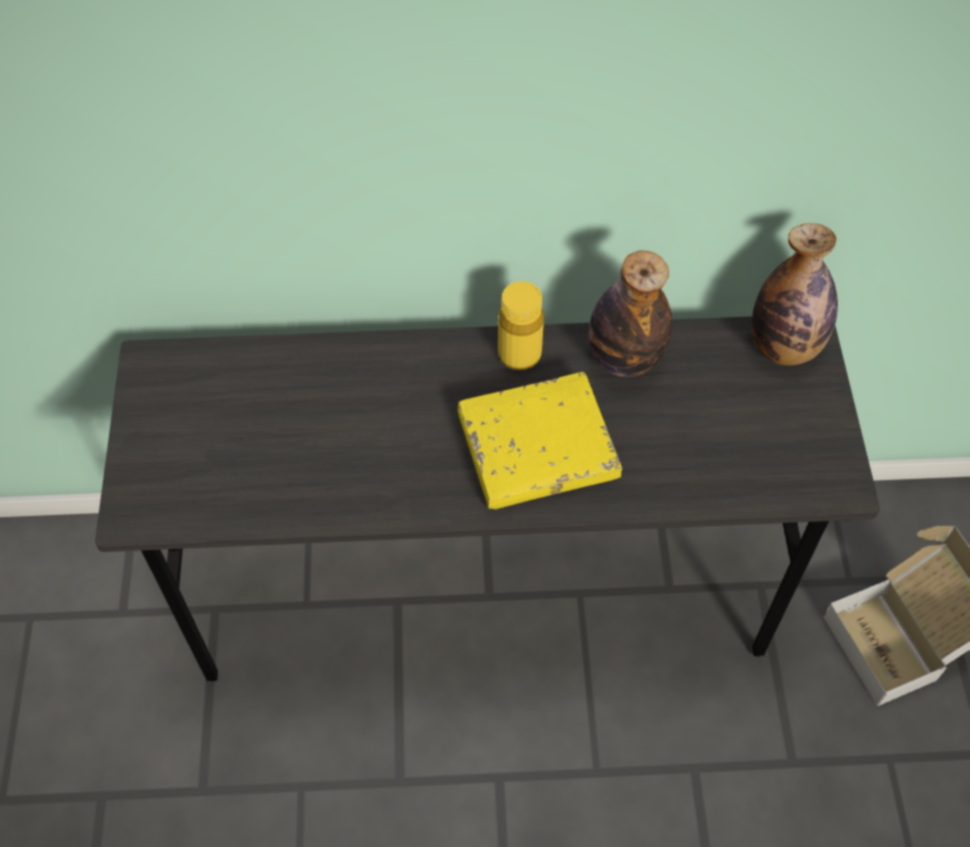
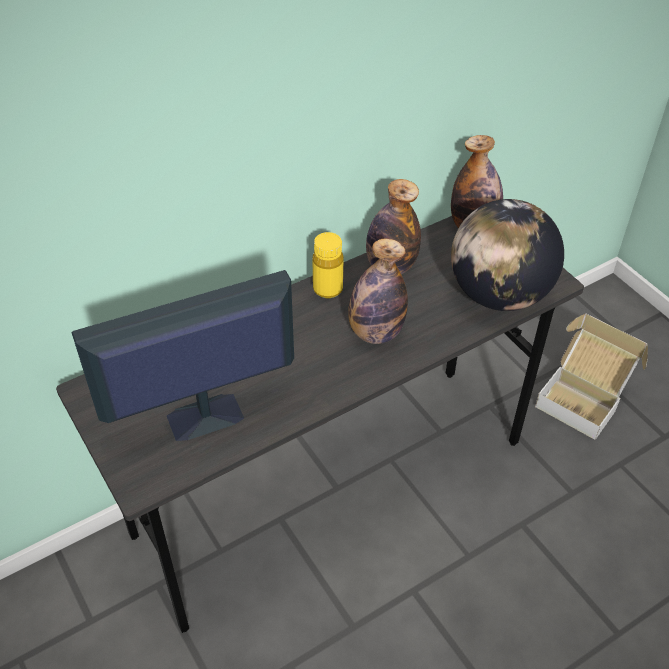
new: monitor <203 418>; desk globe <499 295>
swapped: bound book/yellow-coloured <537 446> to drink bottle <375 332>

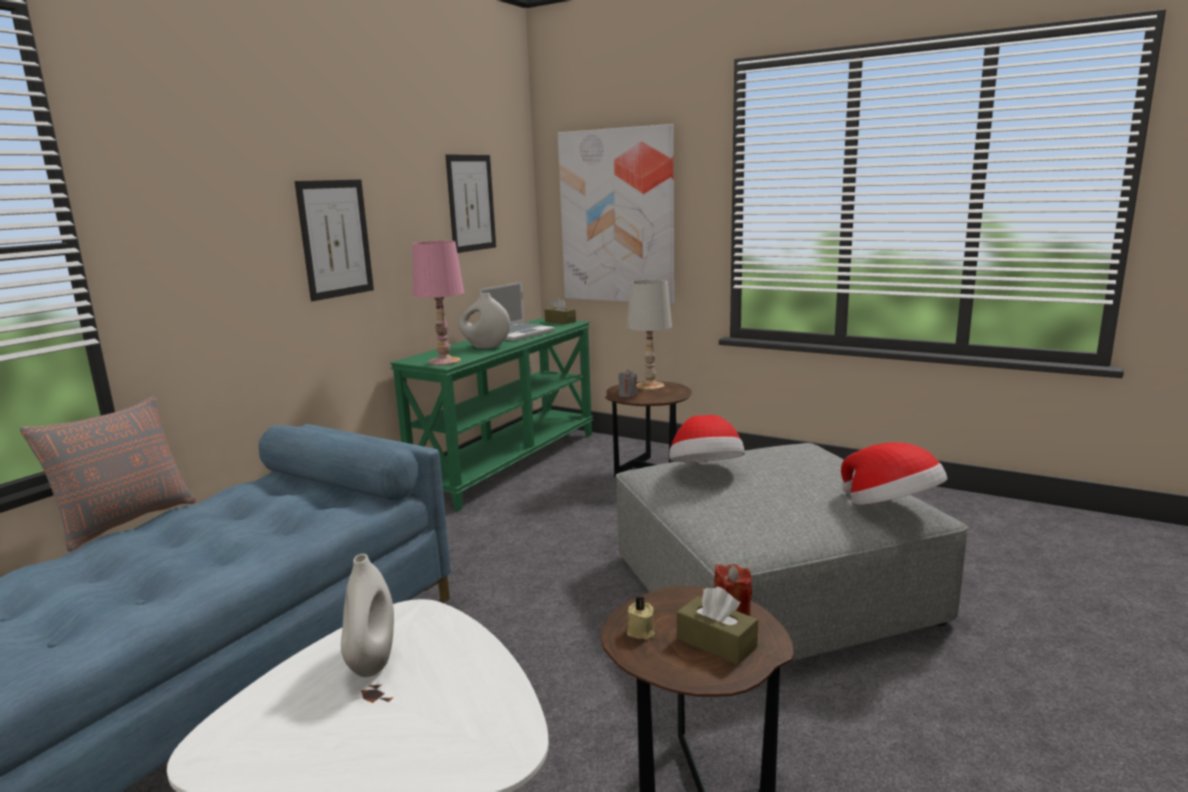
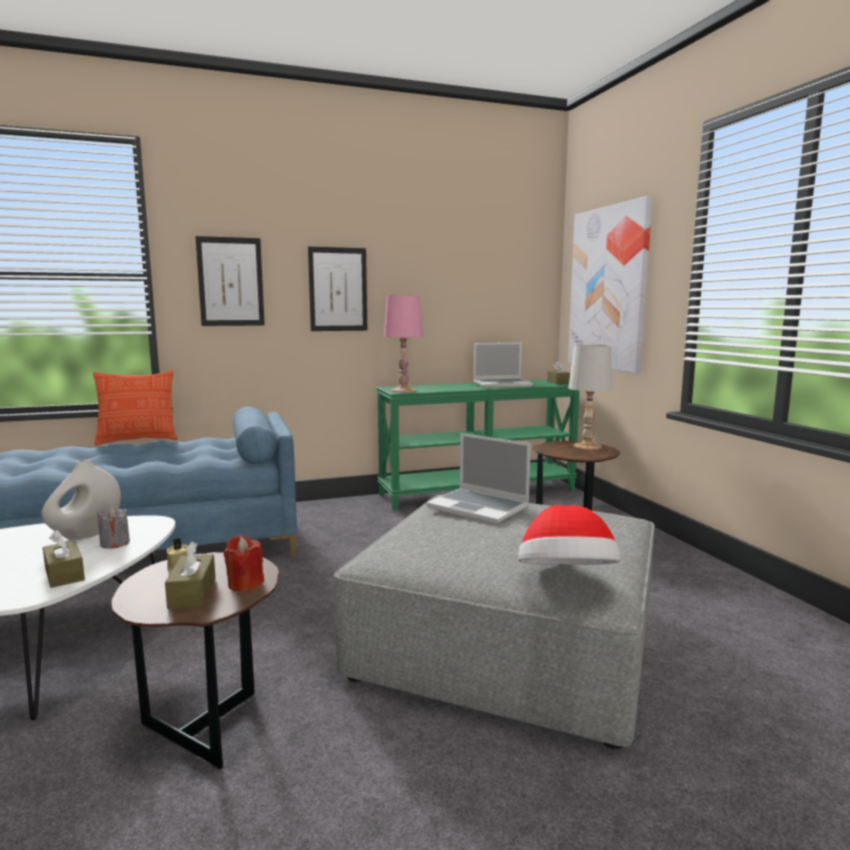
gone: decorative vase/whitish <485 347>
new: box of tissues/brown <64 574>
shifted: wax candle/grey <627 395> to <115 543>; wall picture <471 203> to <231 282>
swapped: hat <705 472> to laptop <479 507>
repainted: cushion/grey <127 522> to cushion/orange-coloured <138 441>

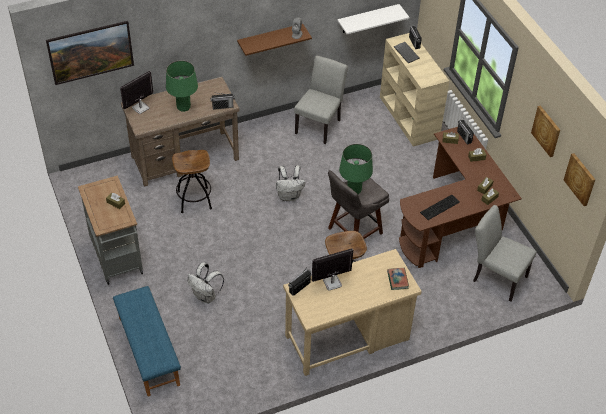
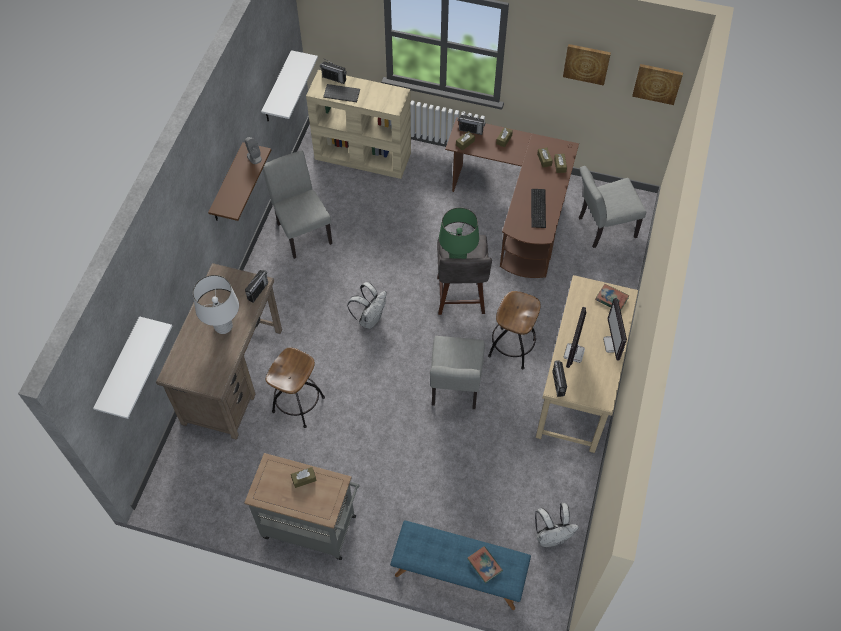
new: upright chair/grey <455 389>; bound book <484 565>
shifted: backpack/whitish <206 296> to <551 536>; monitor <140 108> to <613 344>
swapped: wall picture <92 63> to shelf/whitish <120 368>
repainted: table lamp/greenish <183 107> to table lamp/whitish <223 327>

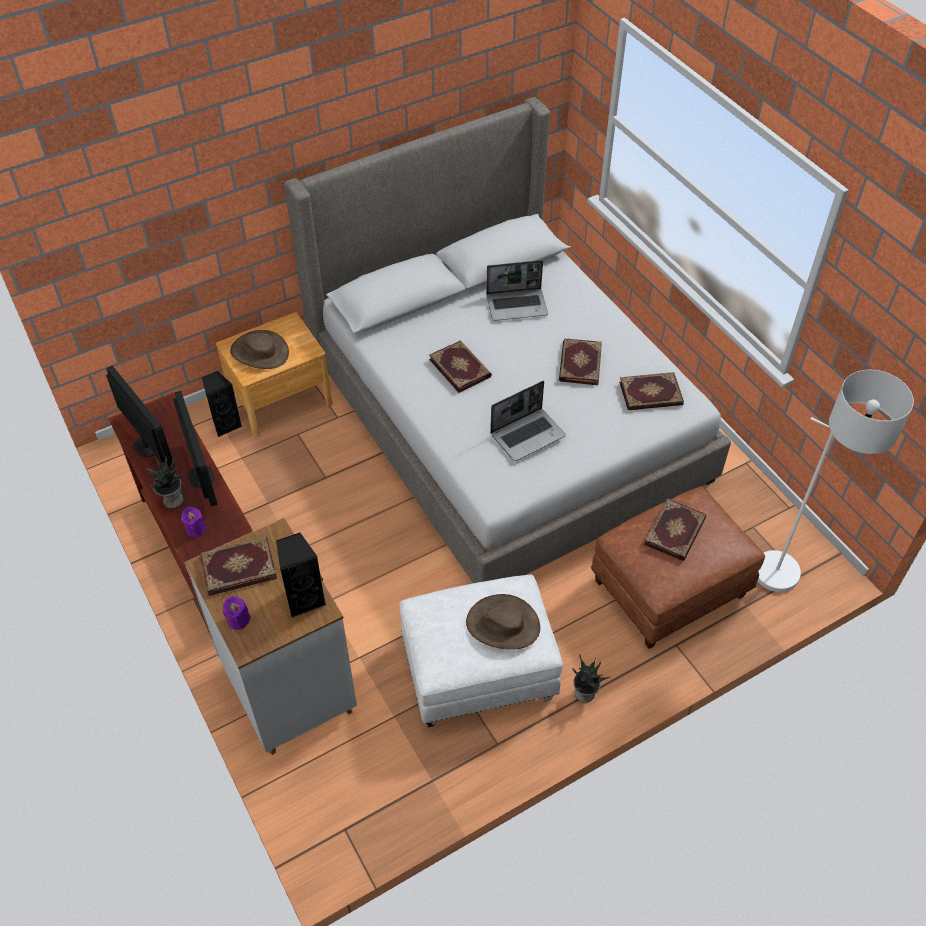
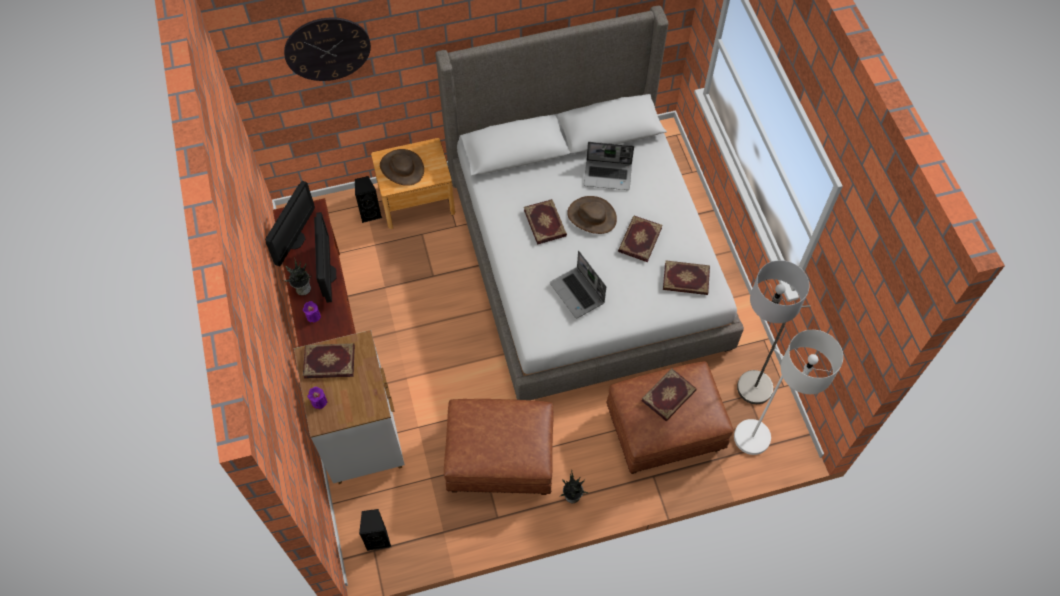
new: clock on the wall <327 49>; standard lamp/grey <743 388>
shifted: loudspeaker/black-coloured <304 598> to <378 538>; hat/brown <503 624> to <592 216>
repainted: ottoman/whitish <477 672> to ottoman/brown <499 460>
rotated: monitor <147 446> = <295 240> 45 degrees clockwise; laptop <528 434> = <578 293> 75 degrees clockwise

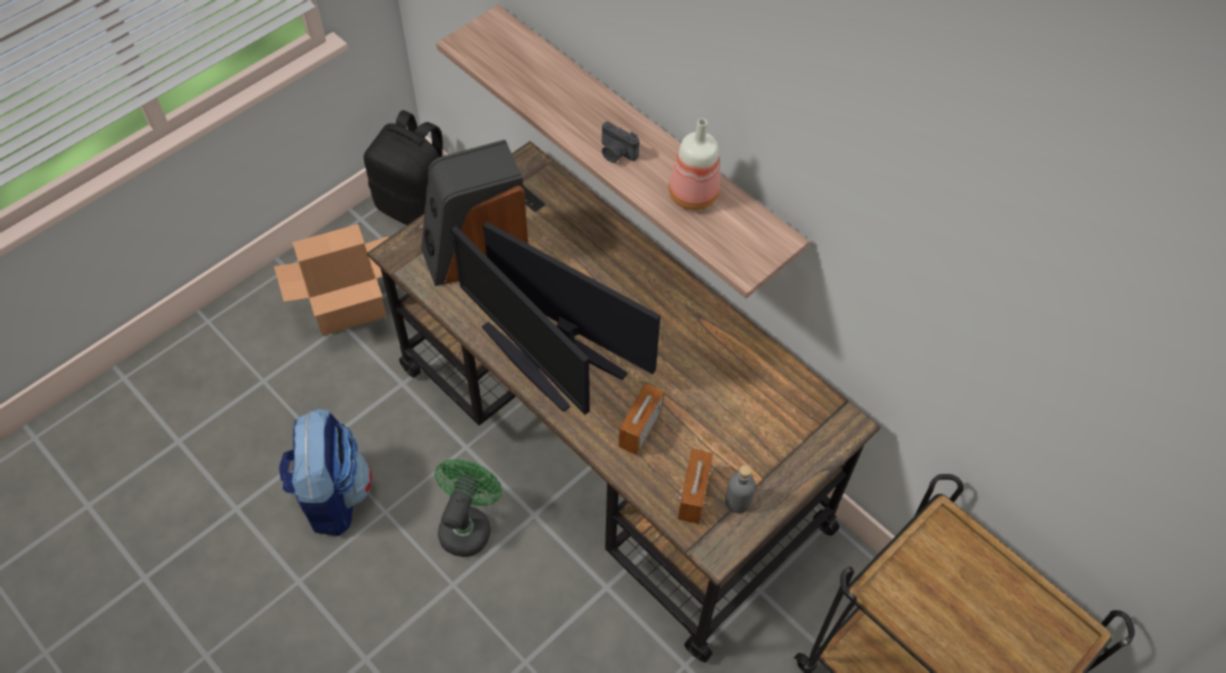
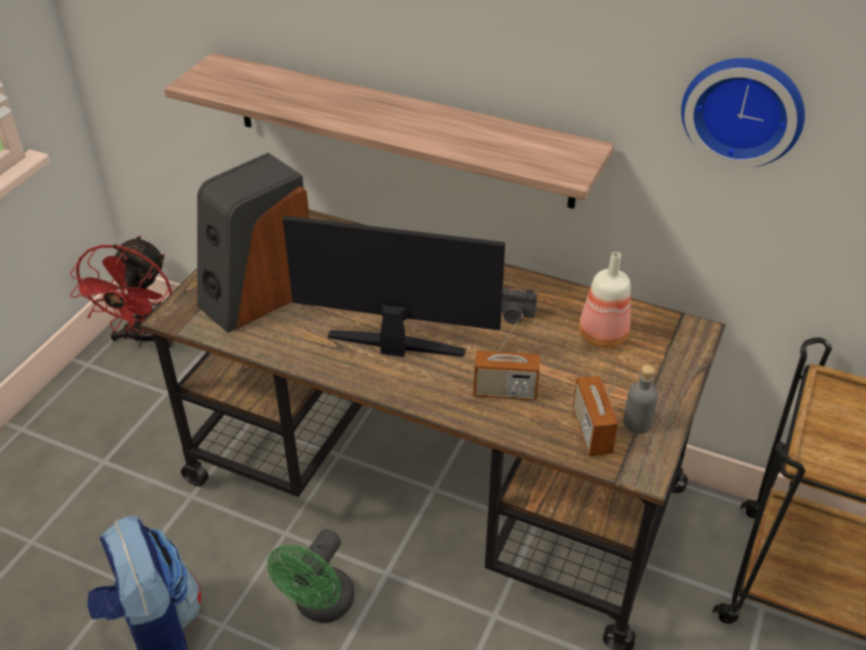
gone: cardboard box <349 307>; monitor <528 363>
new: clock on the wall <743 109>
shifted: still camera <616 153> to <514 315>; drink bottle <691 195> to <602 336>
swapped: backpack/black-coloured <417 207> to electric fan/red-coloured <144 339>
rotated: electric fan/greenish <468 524> = <320 606> 150 degrees counterclockwise; radio <640 429> = <505 391> 90 degrees counterclockwise

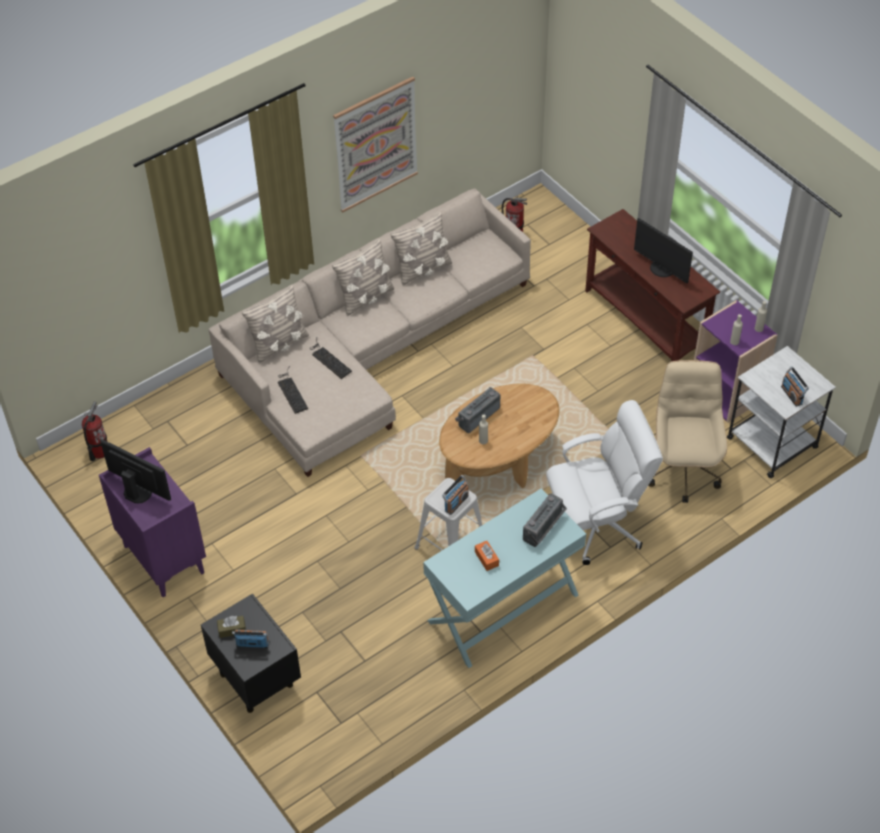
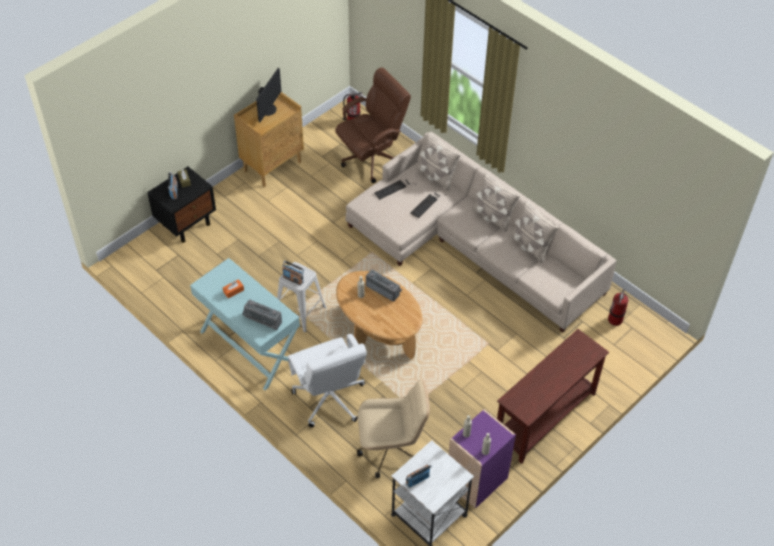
gone: wall picture <376 144>; monitor <661 269>
new: office chair/brown <372 159>
repainted: cabinet/purple <163 558> to cabinet/brown <273 166>

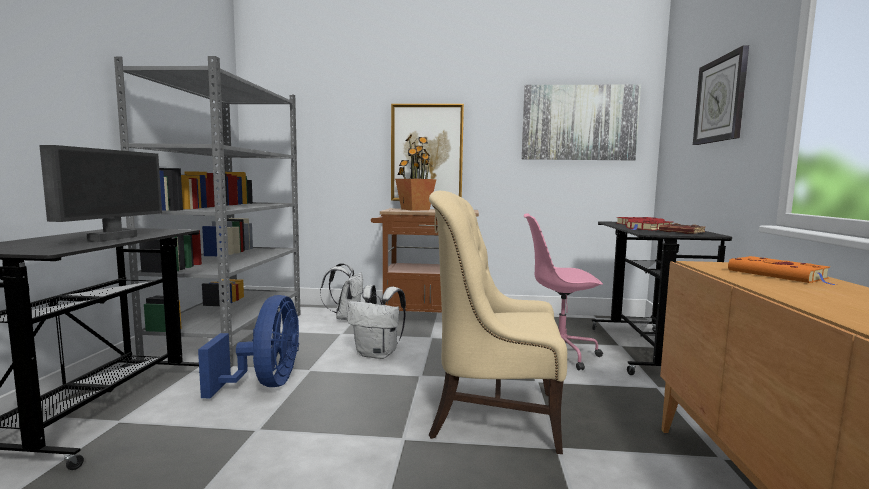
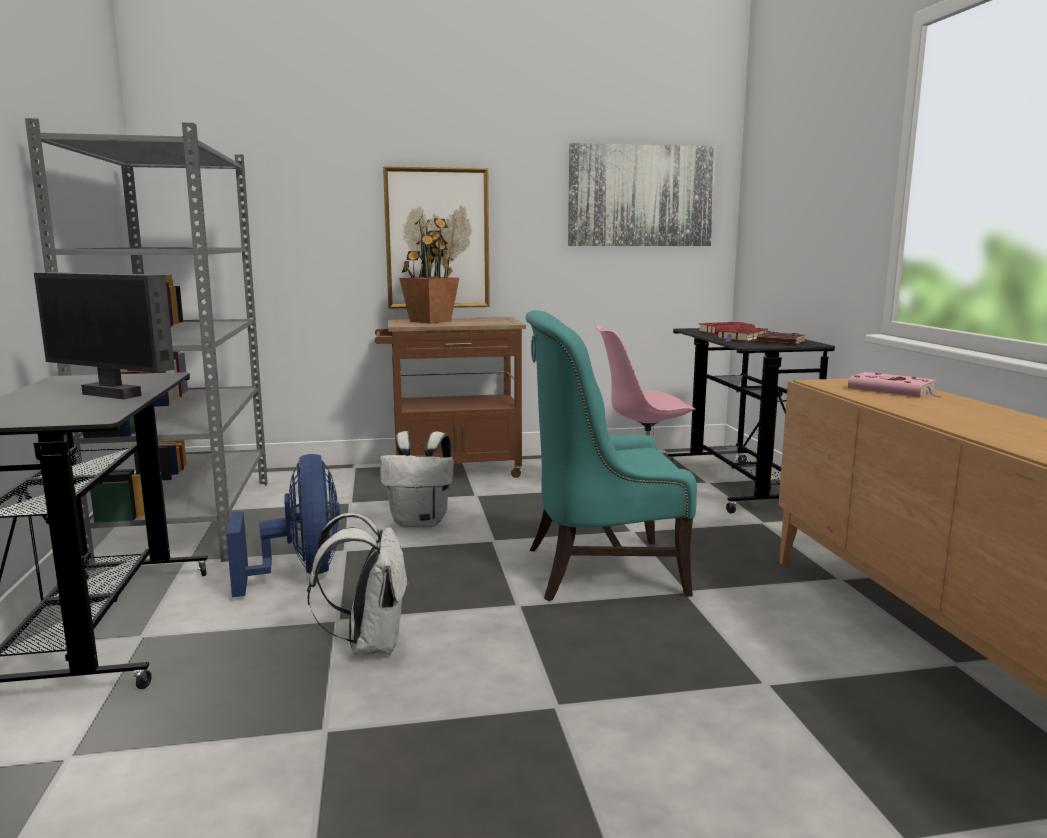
gone: clock on the wall <720 100>
shifted: backpack/whitish <346 318> to <369 644>
repainted: upright chair/beige <492 414> to upright chair/blue-green <601 570>; bound book/orange-coloured <779 275> to bound book/pink-coloured <893 390>
rotated: monitor <111 238> = <114 394> 120 degrees clockwise

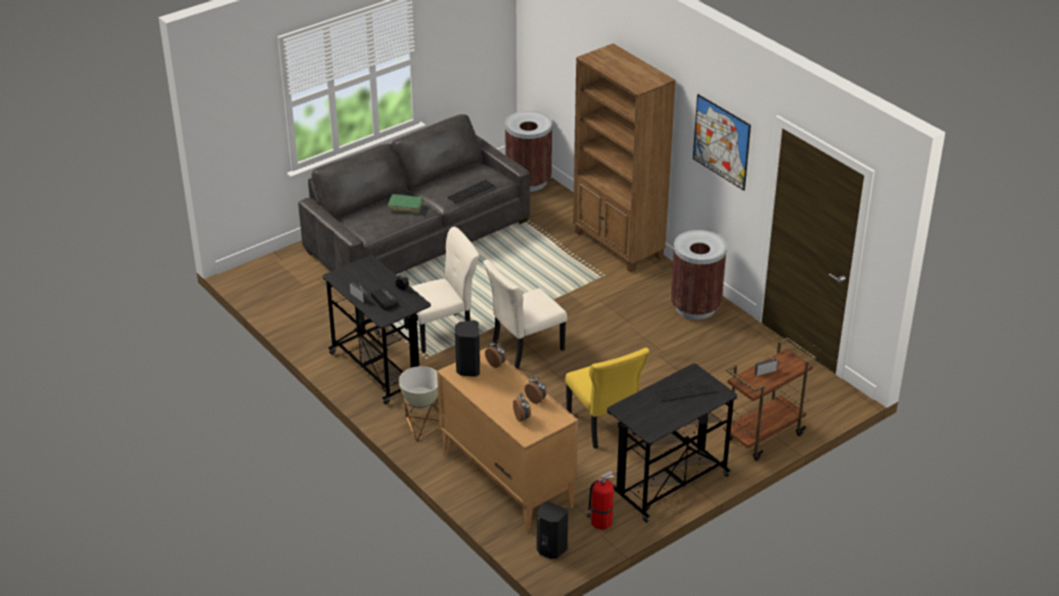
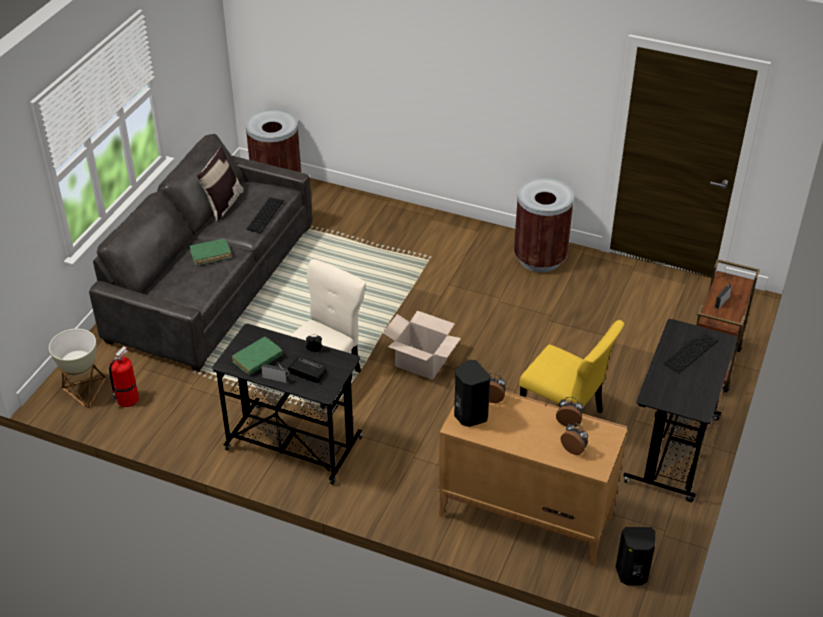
gone: bookcase/brown <618 245>; wall picture <721 142>
new: cushion <223 204>; bound book/greenish <257 359>
shifted: plant pot <422 425> to <84 390>; fire-fighting cylinder <600 522> to <127 400>
swapped: upright chair/beige <525 348> to cardboard box <420 363>

